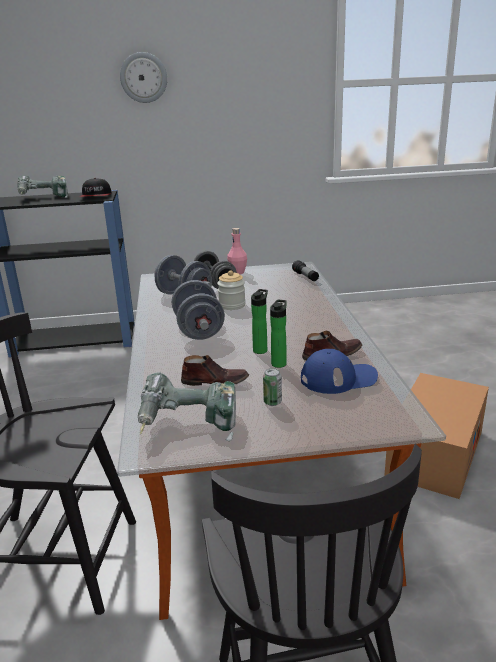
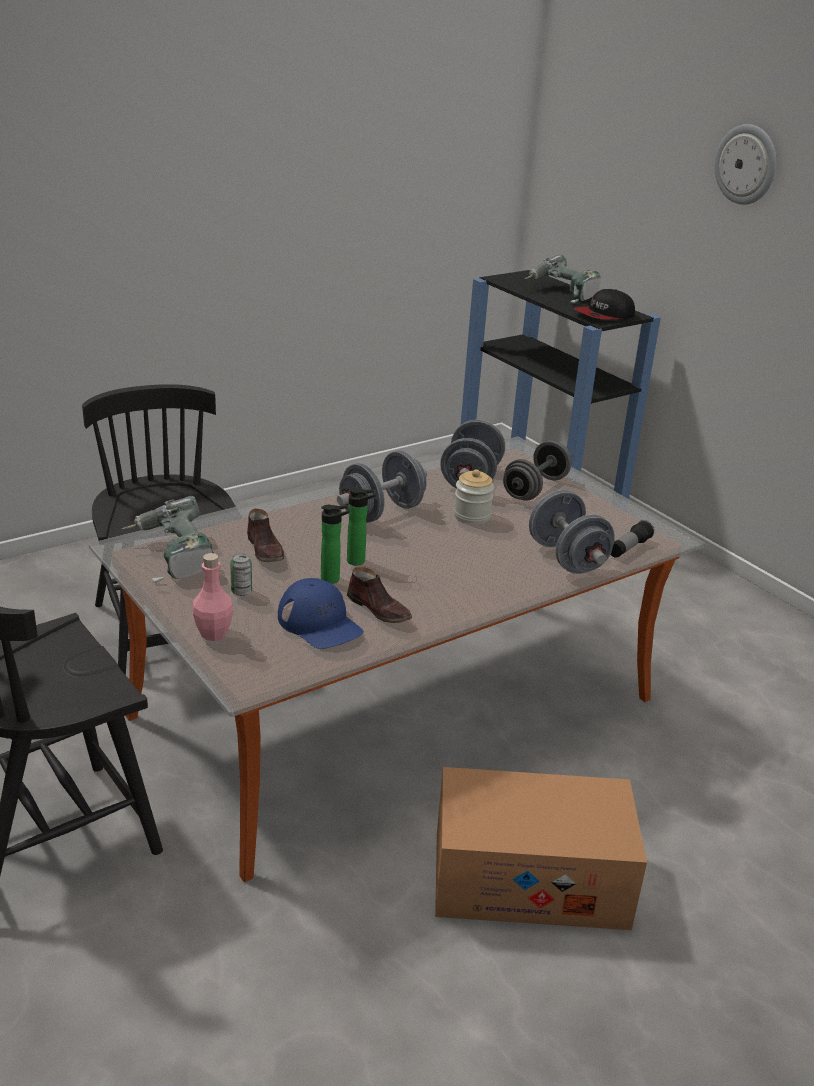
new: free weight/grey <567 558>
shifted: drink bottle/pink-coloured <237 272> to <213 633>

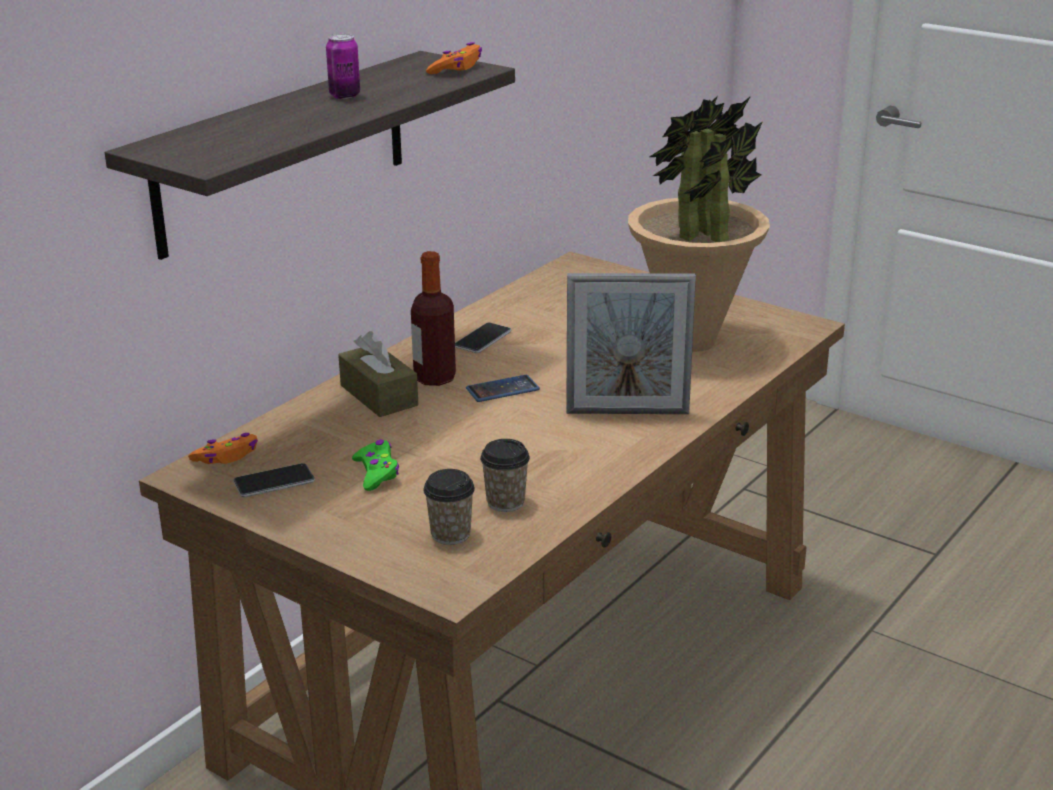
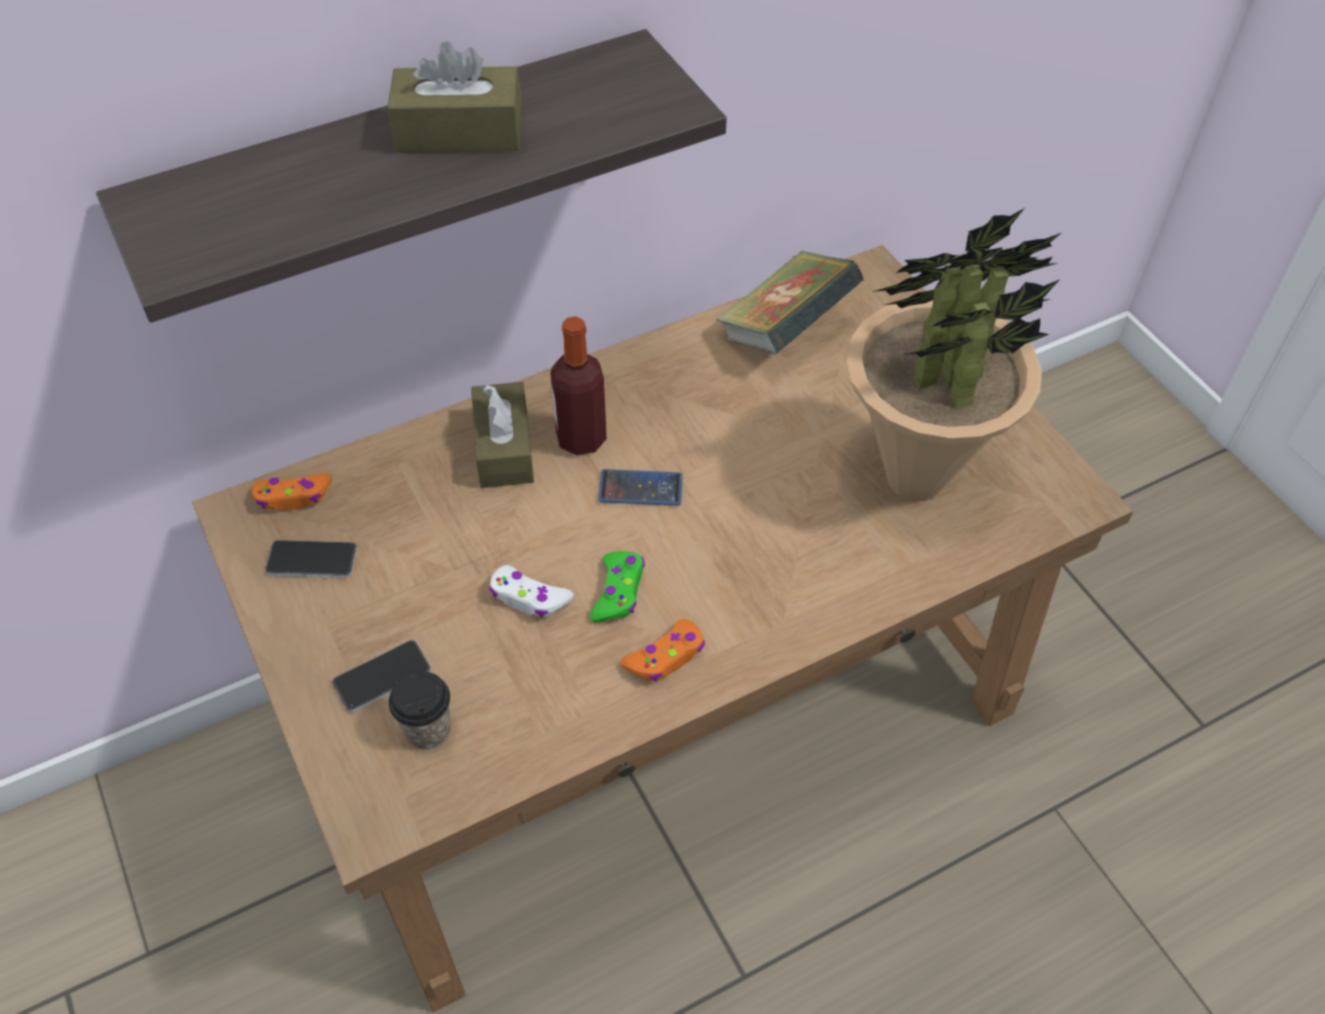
gone: cup <505 502>; standing frame <627 412>
new: gamepad/whitish <529 598>; bound book <785 331>
shifted: telephone <482 339> to <382 677>; gamepad/greenish <376 472> to <618 592>; gamepad/orange-coloured <456 68> to <666 657>
swapped: metal can <345 96> to box of tissues/brown <459 132>

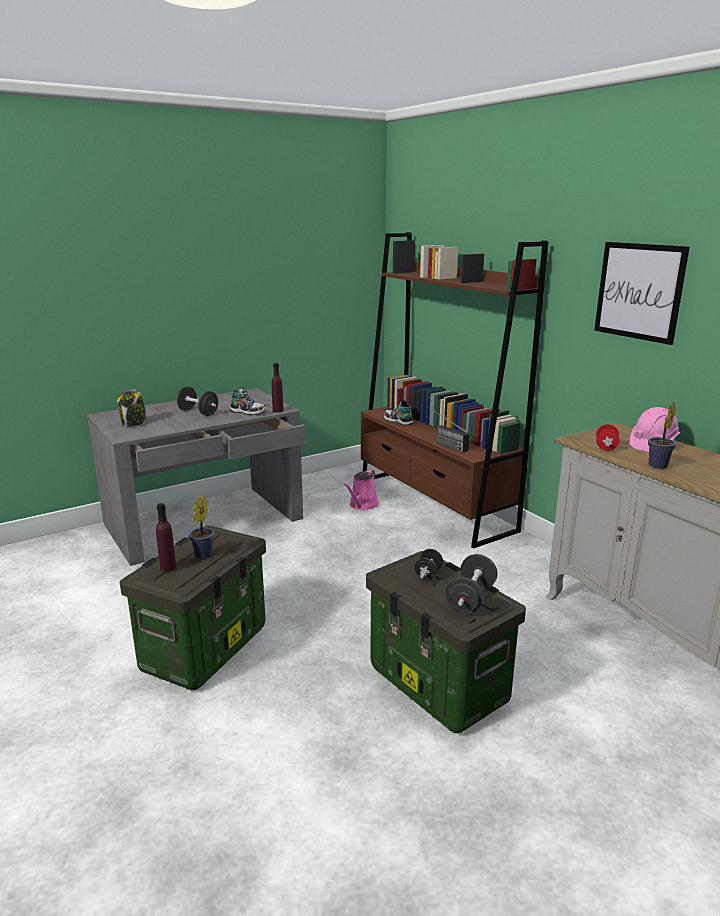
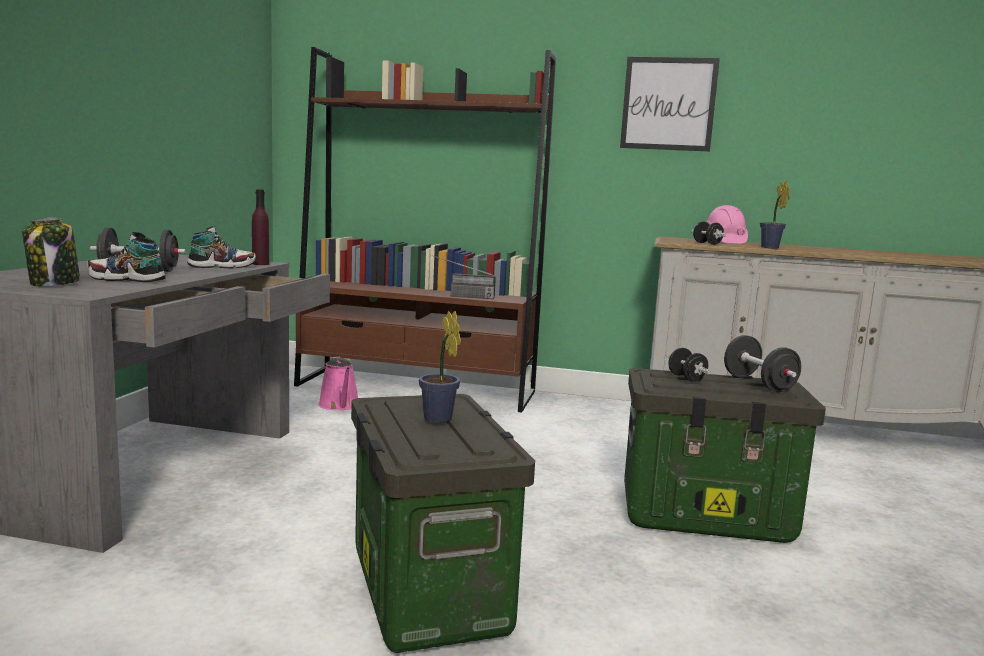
gone: drink bottle/purple <168 567>
shifted: shoe <398 421> to <126 279>
repainted: free weight/red-coloured <606 447> to free weight/black-coloured <707 243>

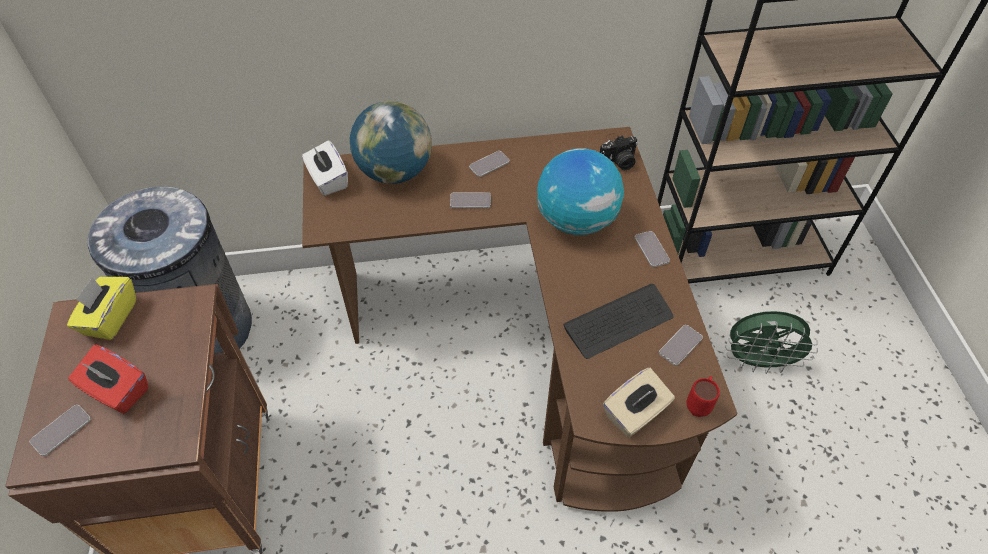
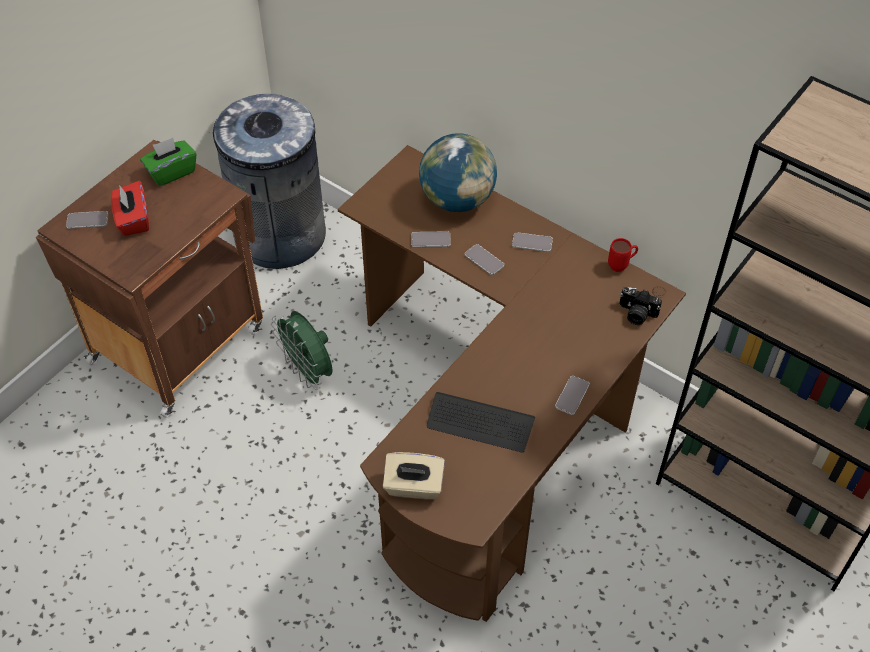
gone: box of tissues/whitish <328 180>; desk globe <576 220>
shifted: electric fan/greenish <758 362> to <308 372>; telephone <680 345> to <430 240>; mug/red-coloured <699 404> to <621 265>
repainted: box of tissues/yellow-coloured <110 318> to box of tissues/greenish <171 172>

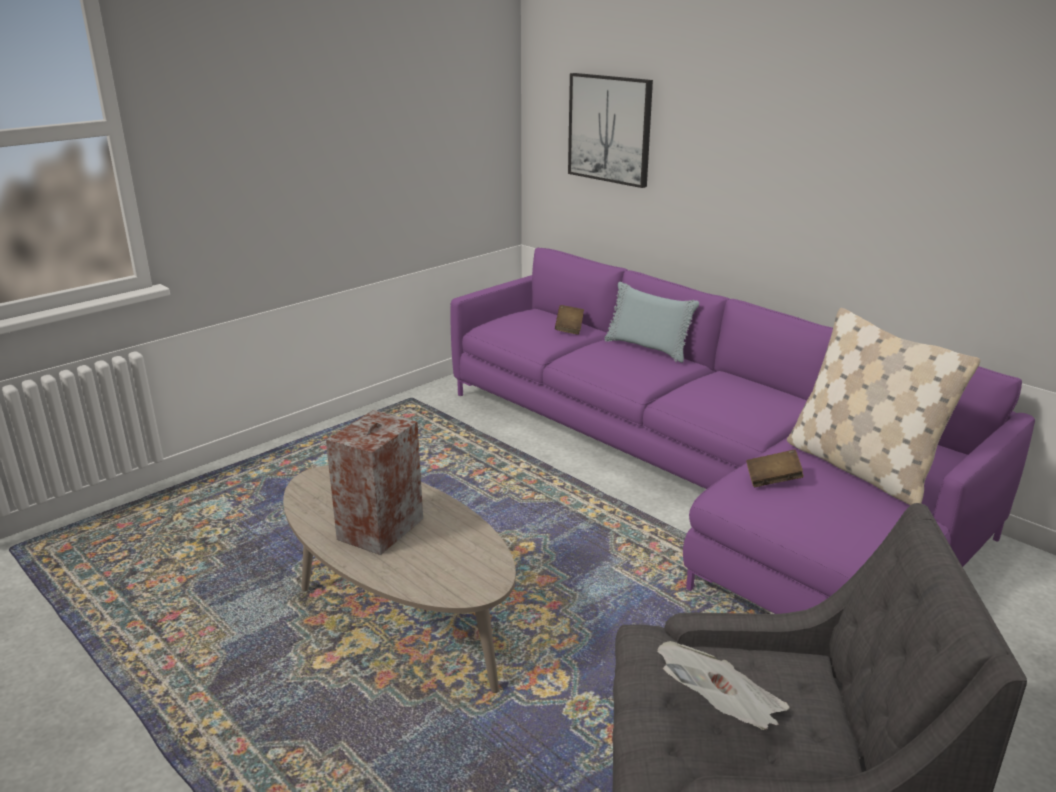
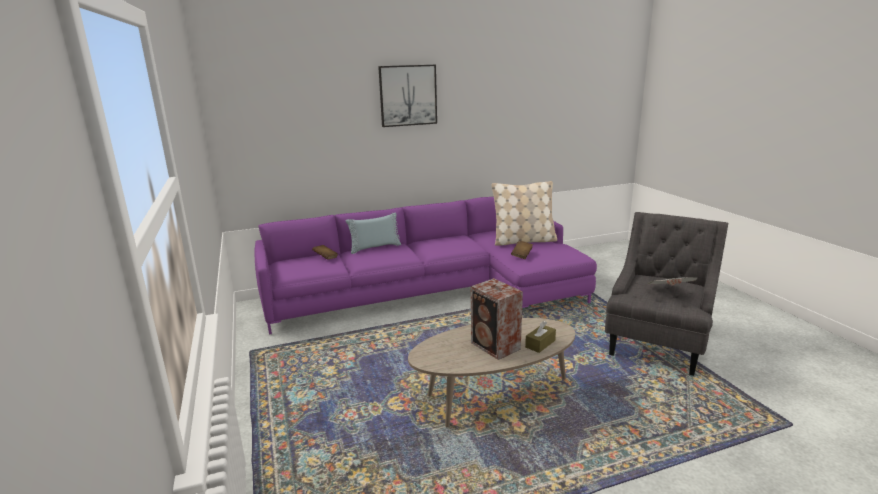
new: box of tissues/brown <540 344>
shifted: wall picture <610 129> to <408 95>

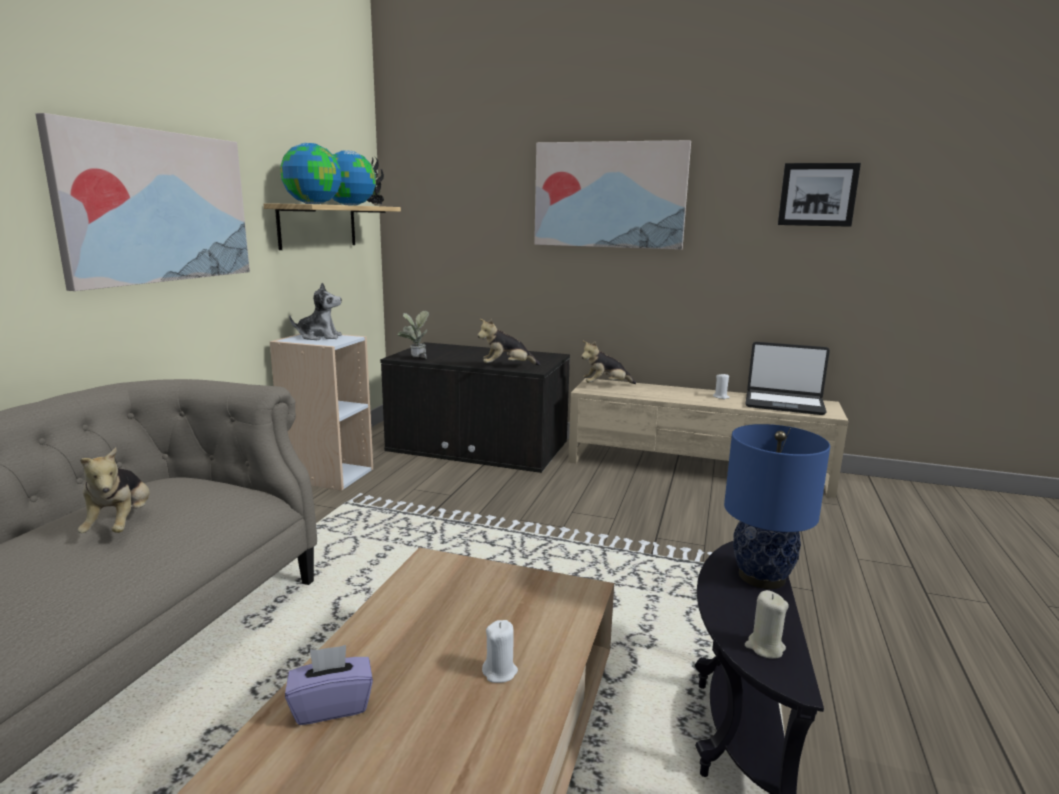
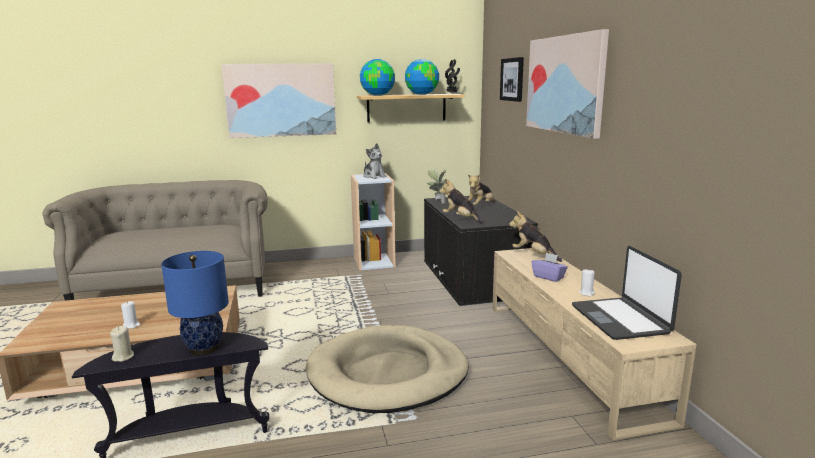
new: dog bed/beige <388 374>
shifted: plush toy <121 525> to <480 206>; wall picture <817 194> to <512 79>; box of tissues/purple <331 705> to <548 277>

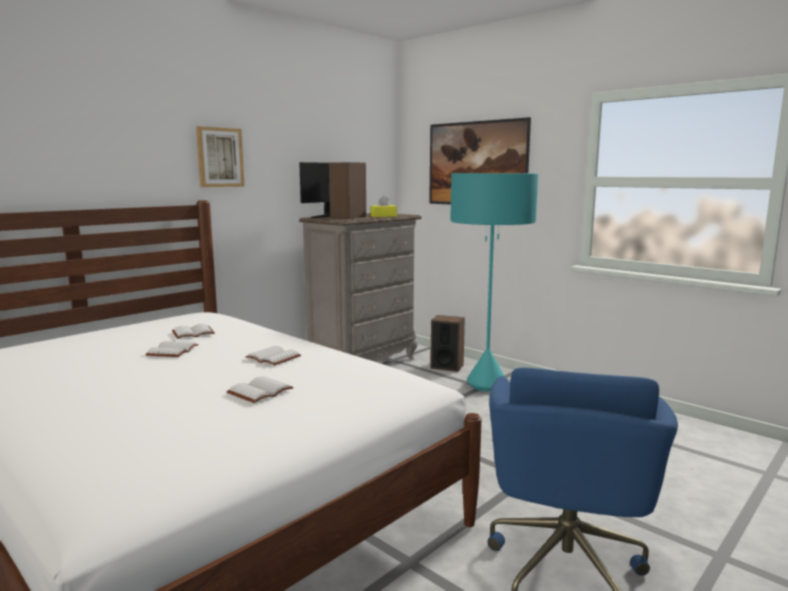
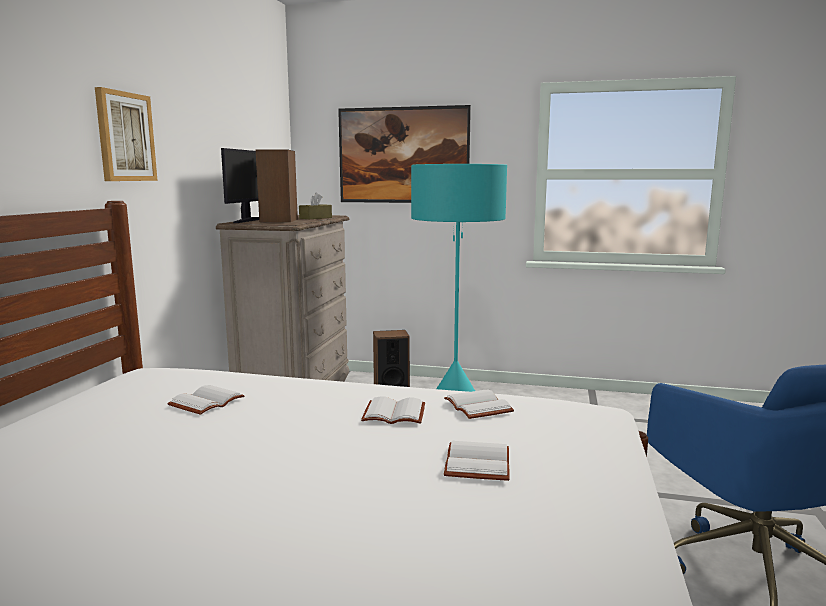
shifted: bound book/whitish <173 351> to <480 406>
repainted: box of tissues/yellow-coloured <383 216> to box of tissues/brown <315 218>

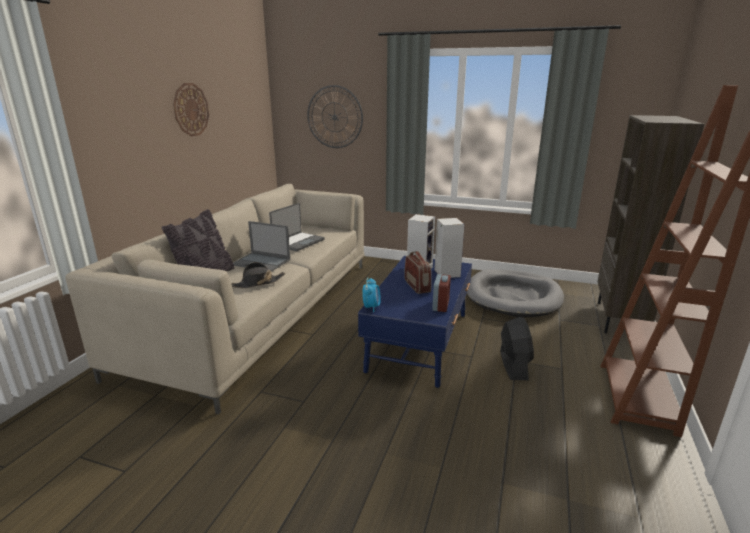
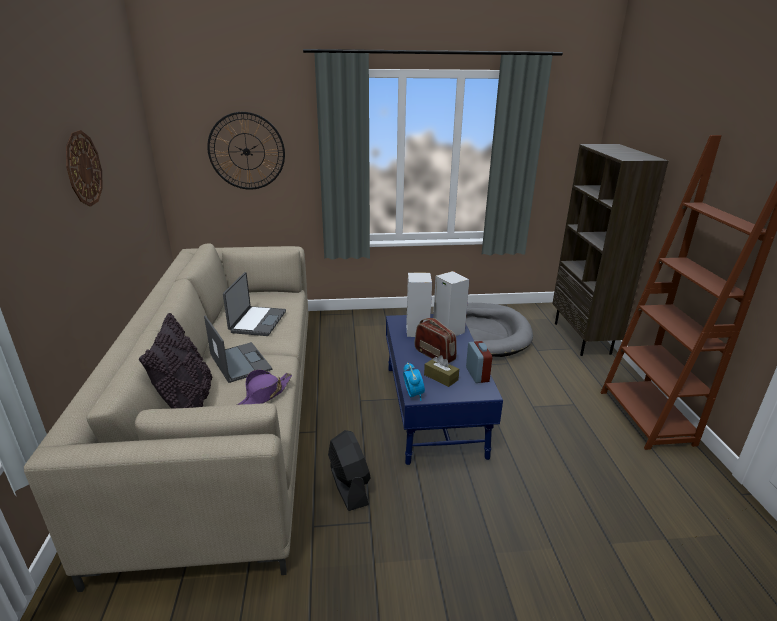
new: box of tissues/brown <441 377>
shifted: electric fan/black-coloured <513 365> to <349 486>
repainted: hat/black-coloured <257 283> to hat/purple <263 395>
rotated: laptop <262 262> = <240 362> 120 degrees counterclockwise

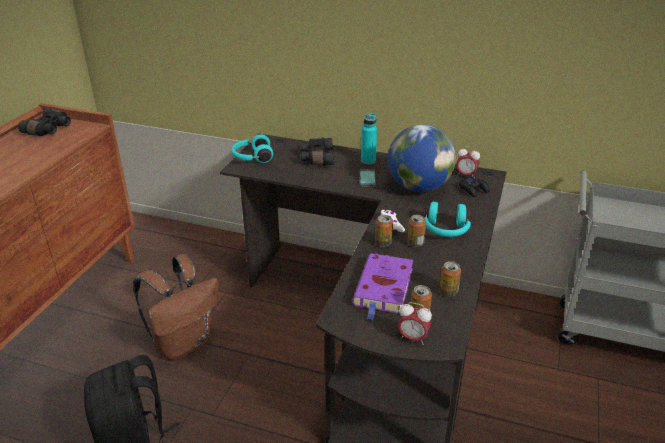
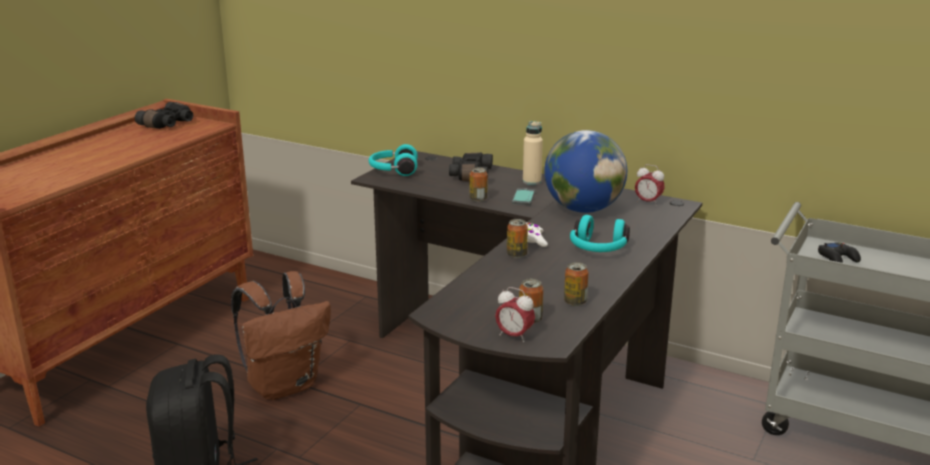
gone: bound book/purple <384 289>
shifted: metal can <415 243> to <478 199>; gamepad/black-coloured <473 189> to <838 258>
repainted: drink bottle/blue-green <368 161> to drink bottle/beige <531 182>

